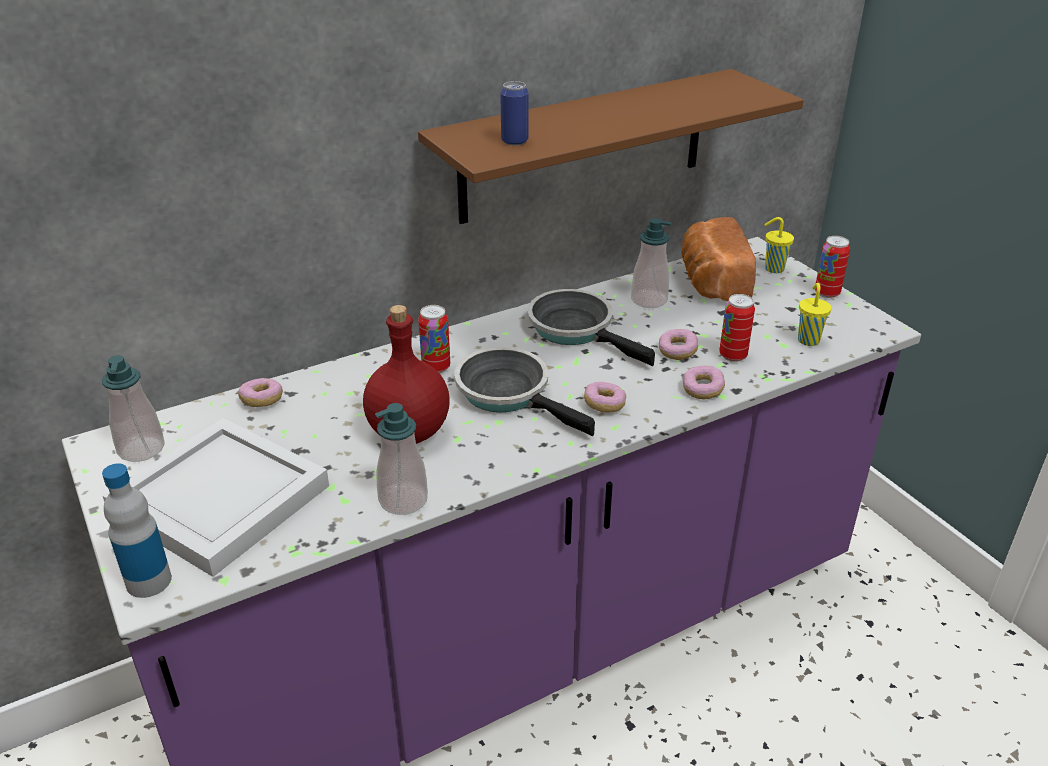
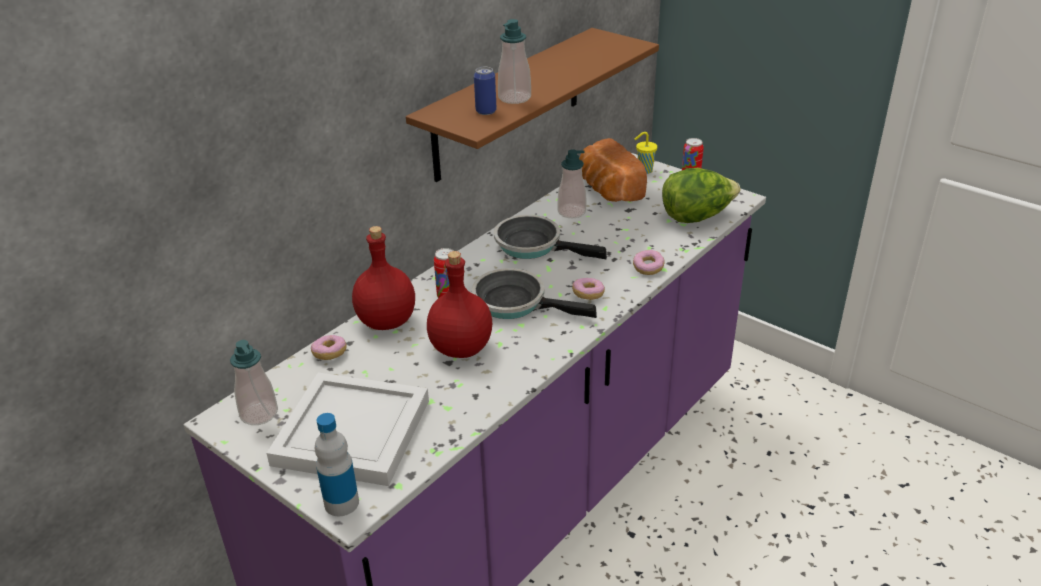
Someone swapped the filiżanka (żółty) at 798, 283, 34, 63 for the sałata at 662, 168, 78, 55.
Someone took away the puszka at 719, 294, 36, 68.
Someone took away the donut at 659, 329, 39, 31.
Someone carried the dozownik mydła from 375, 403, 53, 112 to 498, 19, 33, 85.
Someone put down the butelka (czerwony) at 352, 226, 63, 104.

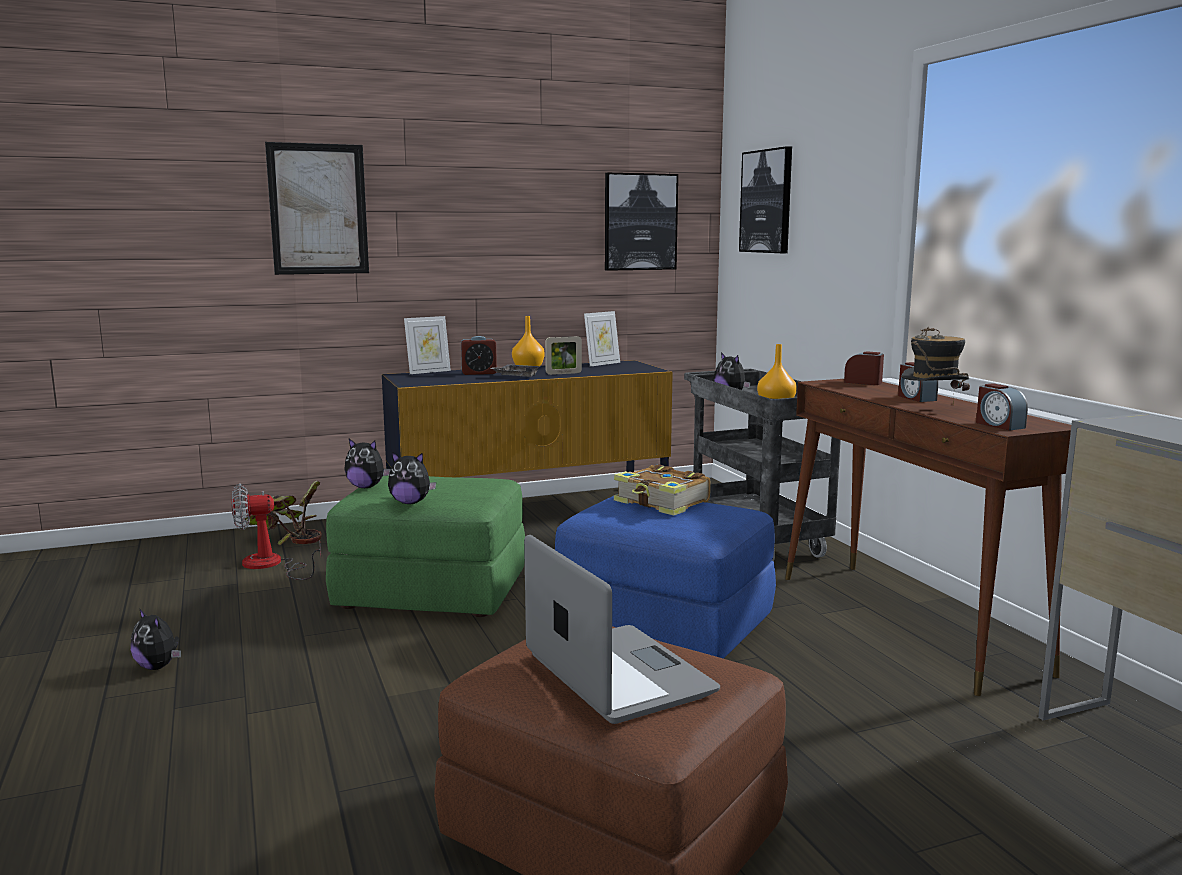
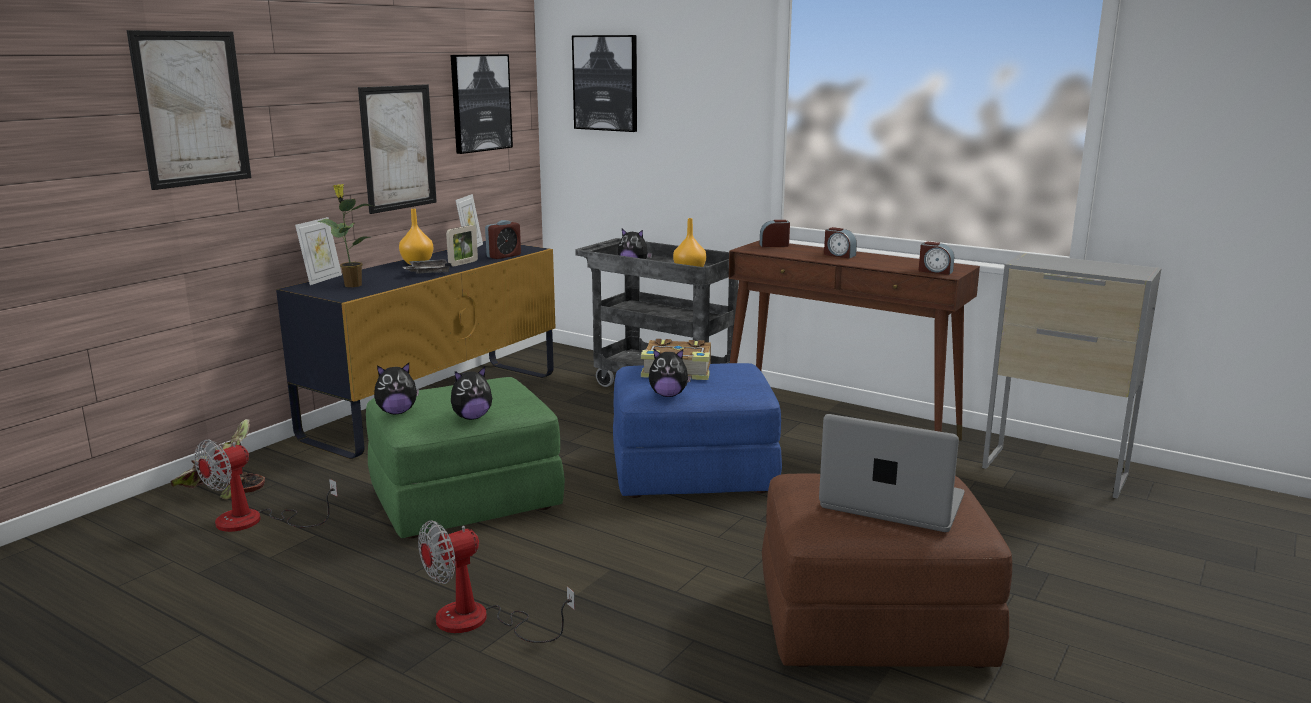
Someone took away the kapelusz at 902, 327, 68, 78.
Someone carried the budzik from 461, 336, 36, 39 to 485, 220, 36, 39.
Someone carried the pluszak from 131, 608, 50, 62 to 649, 349, 43, 48.
Someone put up the obraz at 358, 84, 79, 130.
Someone put down the roślina doniczkowa at 317, 184, 55, 103.
Someone put down the wentylator at 418, 520, 157, 123.

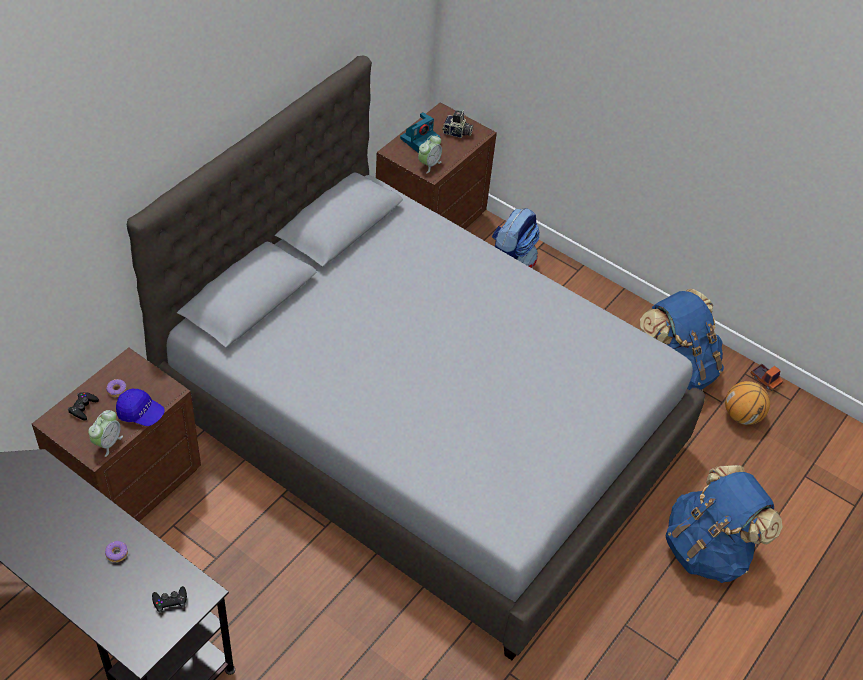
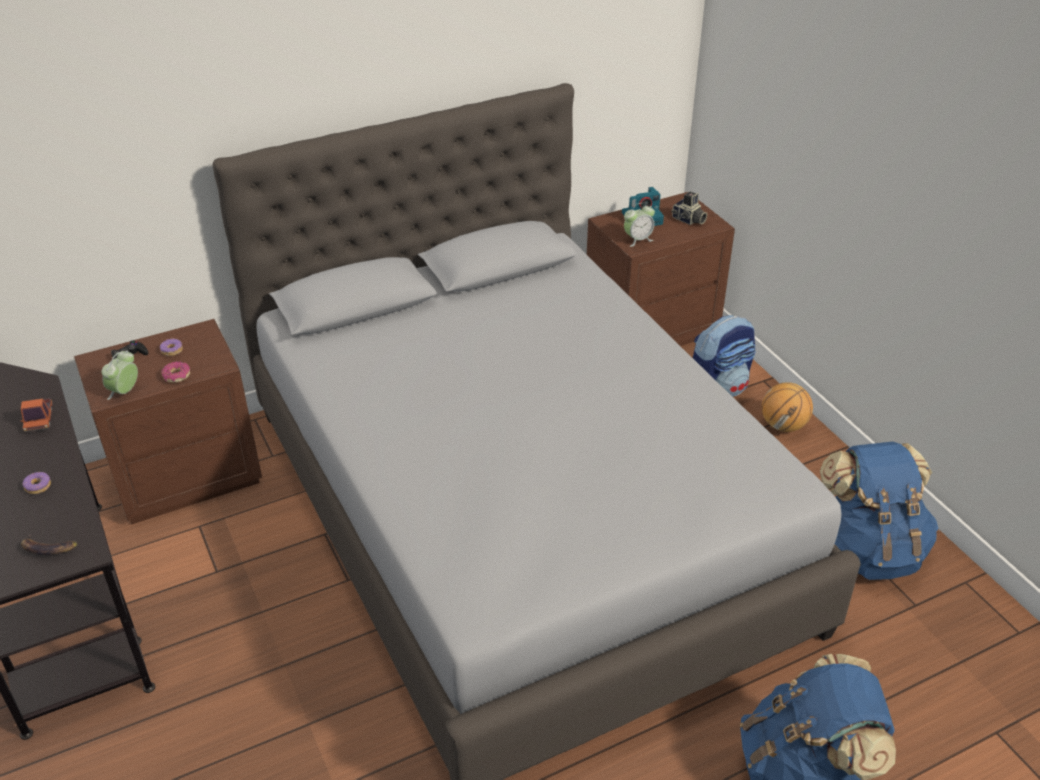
Someone carried the ciężarówka zabawkowa from 750, 364, 33, 27 to 20, 398, 33, 35.
Someone carried the piłka do koszykówki from 725, 381, 45, 44 to 762, 382, 51, 50.
Someone swapped the czapka z daszkiem (niebieski) at 116, 389, 49, 37 for the donut at 161, 361, 29, 22.
Someone rotated the budzik at 88, 410, 35, 47 by 150 degrees clockwise.
Someone swapped the pad do gier (czarny) at 152, 586, 35, 27 for the banan at 21, 534, 57, 21.

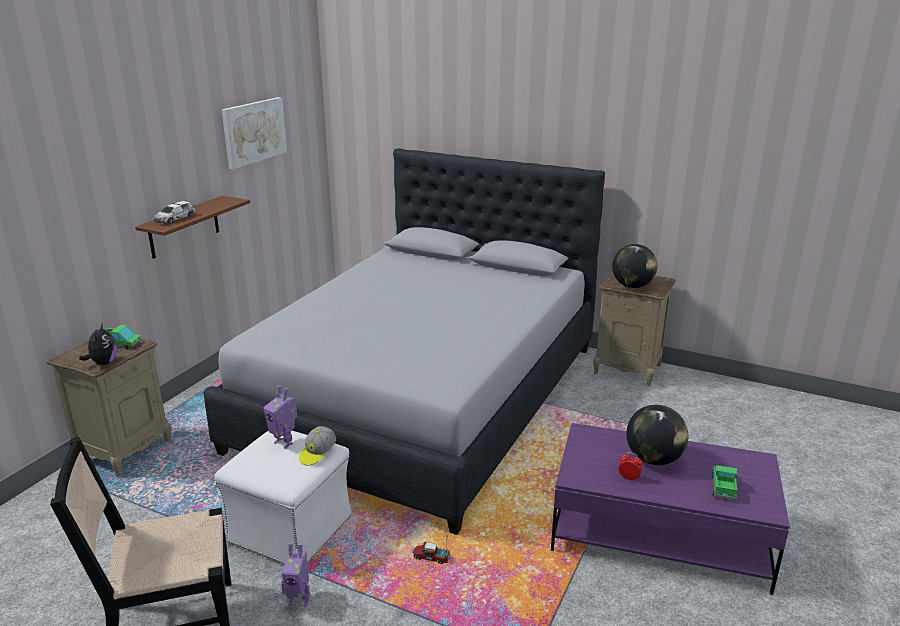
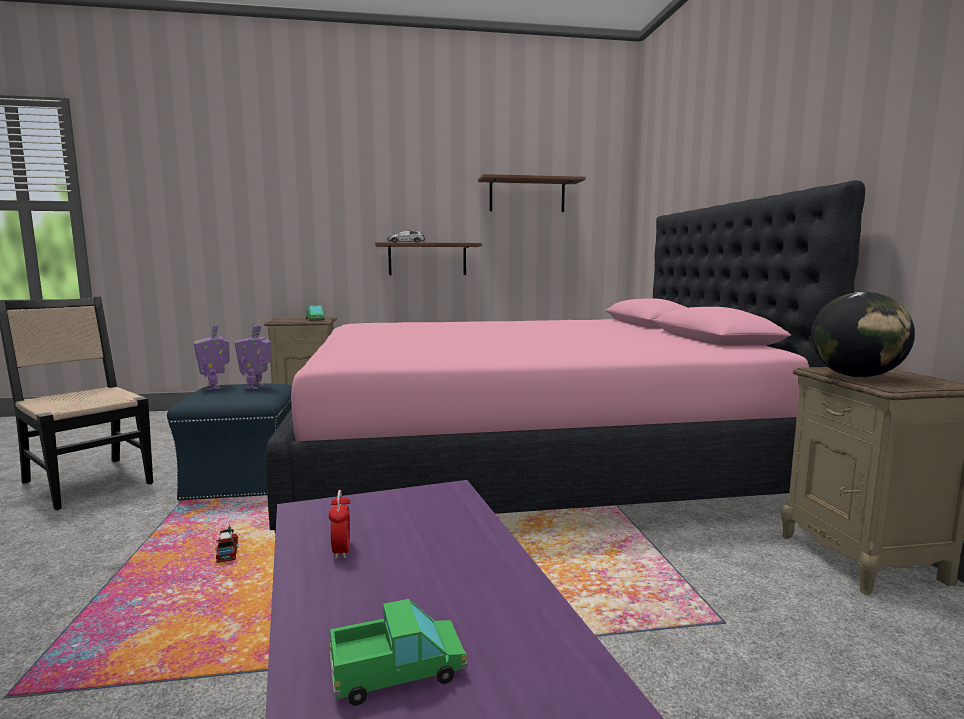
Someone swapped the obraz at 222, 97, 65, 72 for the półka (brązowy) at 478, 174, 108, 38.
Someone repainted the łóżko (szary) at 203, 148, 402, 387, which became the łóżko (różowy) at 265, 180, 600, 354.
Someone took away the pluszak at 79, 324, 38, 41.
Someone took away the globus at 626, 405, 62, 60.
Someone took away the czapka z daszkiem at 299, 426, 37, 40.
Someone repainted the pufa (biały) at 214, 430, 138, 134, which became the pufa (niebieski) at 167, 384, 125, 117.
Someone carried the robot zabawkowy from 281, 543, 29, 64 to 193, 325, 37, 65.

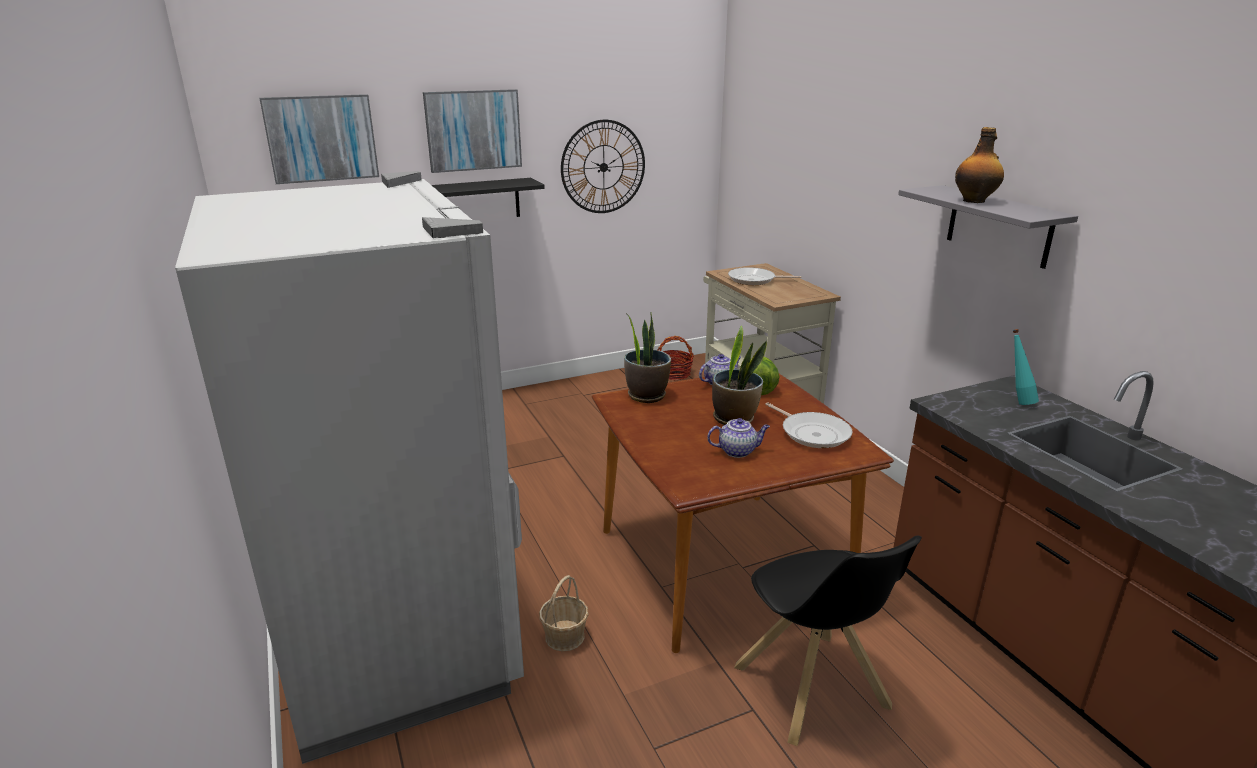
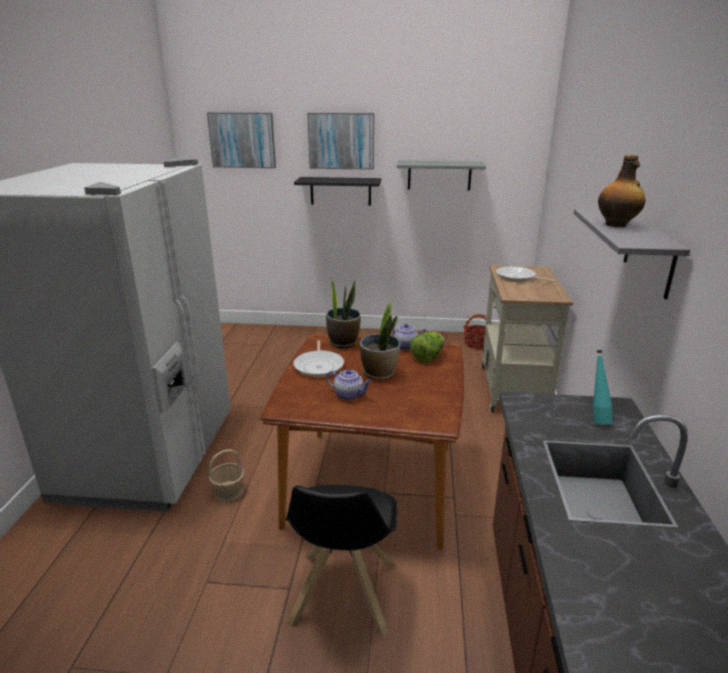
Someone swapped the zegar ścienny at 561, 120, 84, 93 for the półka (szary) at 397, 161, 89, 29.
Someone carried the patelnia from 765, 402, 87, 46 to 293, 340, 51, 37.

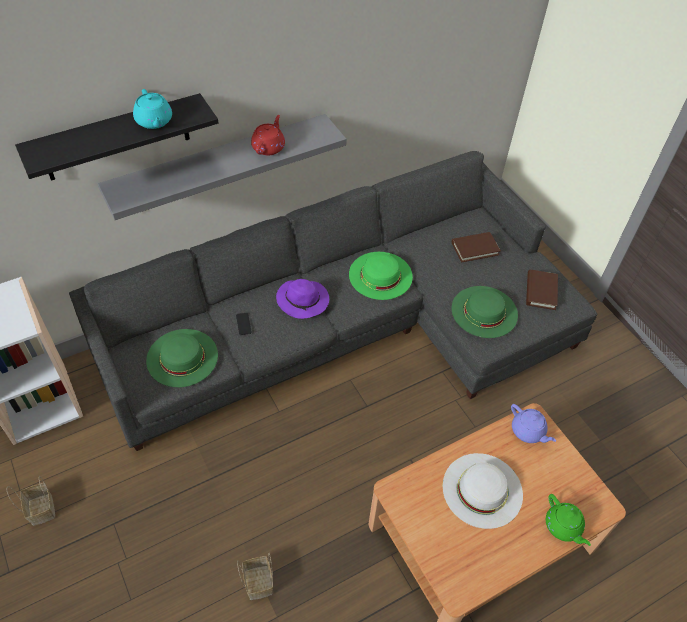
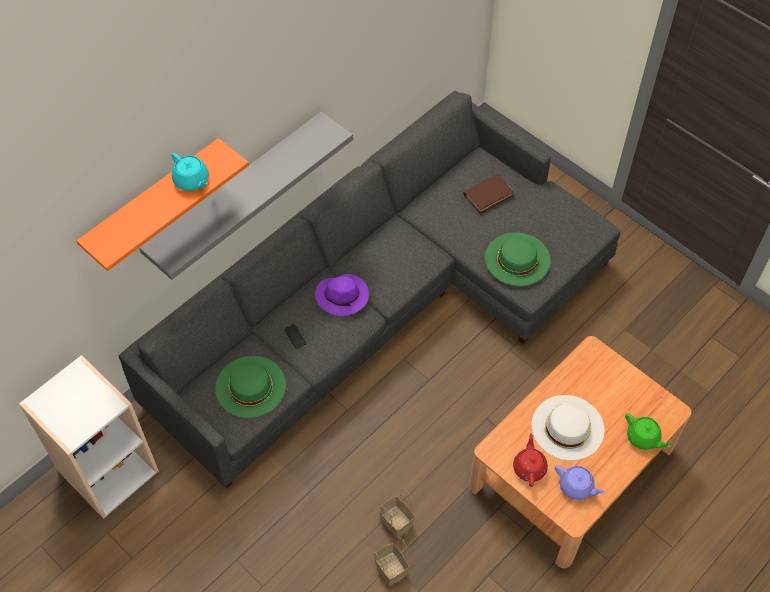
Someone repainted the półka (czarny) at 15, 93, 203, 88, which became the półka (pomarańczowy) at 76, 138, 173, 133.
Someone carried the imbryk (czerwony) from 251, 115, 34, 40 to 513, 433, 35, 54.
Someone took away the kapelusz (zielony) at 349, 252, 64, 48.
Someone took away the książka (brązowy) at 526, 269, 32, 41.
Someone carried the imbryk (fioletowy) from 511, 404, 45, 39 to 555, 465, 51, 35.
Someone carried the koszyk from 6, 476, 49, 50 to 379, 489, 36, 49.

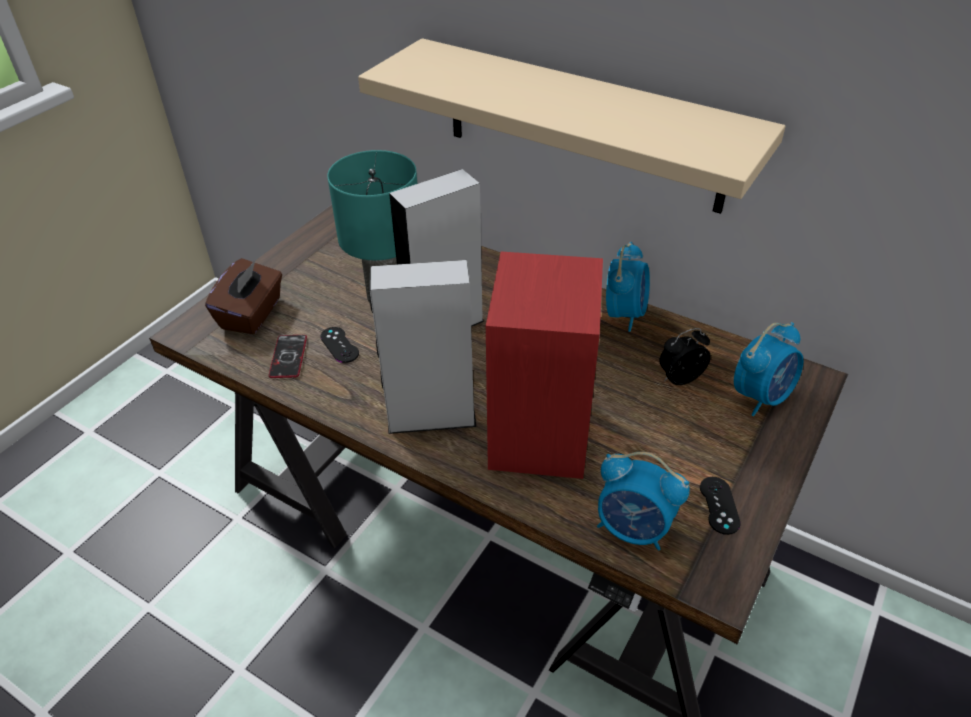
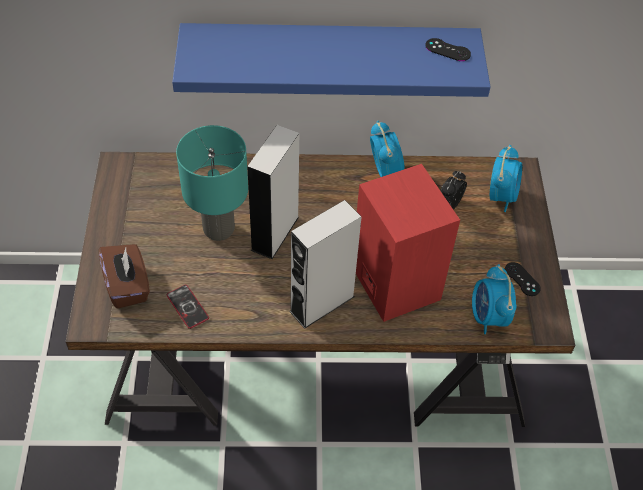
Someone repainted the półka (beżowy) at 358, 38, 428, 176, which became the półka (niebieski) at 172, 23, 318, 74.
Someone carried the pad do gier (czarny) from 320, 327, 39, 36 to 425, 38, 46, 23.
Someone rotated the budzik at 597, 452, 93, 98 by 90 degrees clockwise.

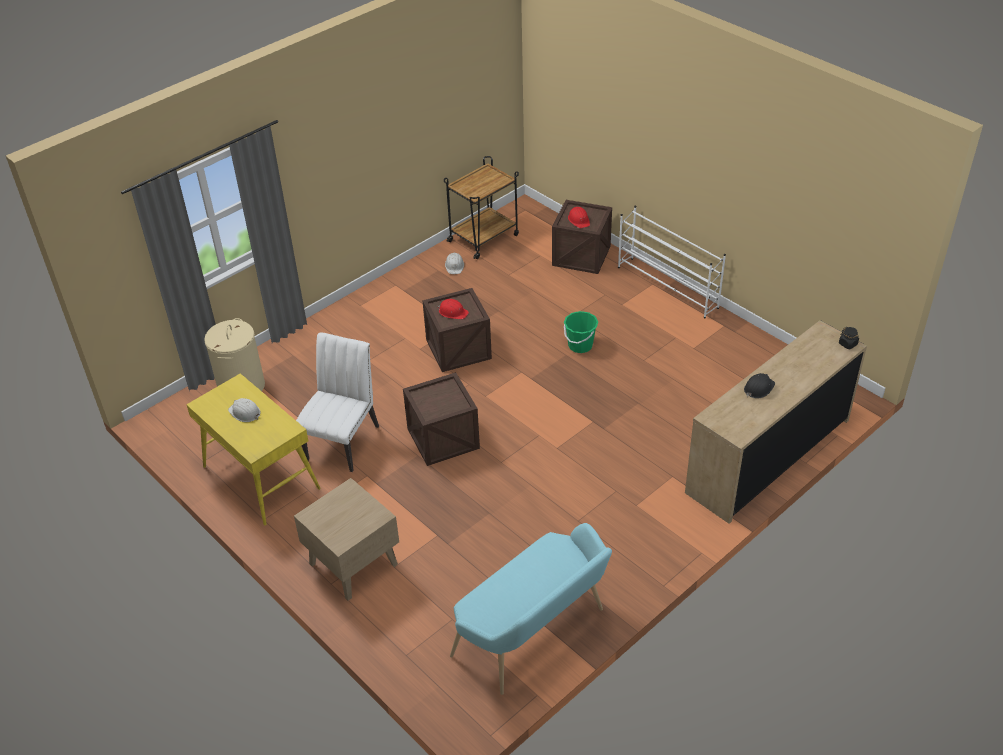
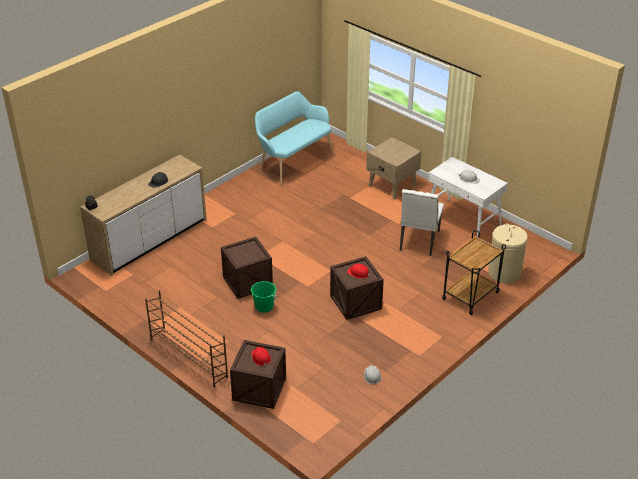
Someone carried the wózek (brązowy) from 444, 156, 75, 103 to 442, 230, 64, 85.
Someone repainted the regał na buty (biały) at 618, 206, 108, 112, which became the regał na buty (brązowy) at 145, 290, 83, 97.
Someone carried the skrzynka from 403, 372, 77, 94 to 221, 237, 52, 62.
Someone repainted the biurko (żółty) at 186, 373, 135, 152, which became the biurko (biały) at 428, 157, 80, 80.

